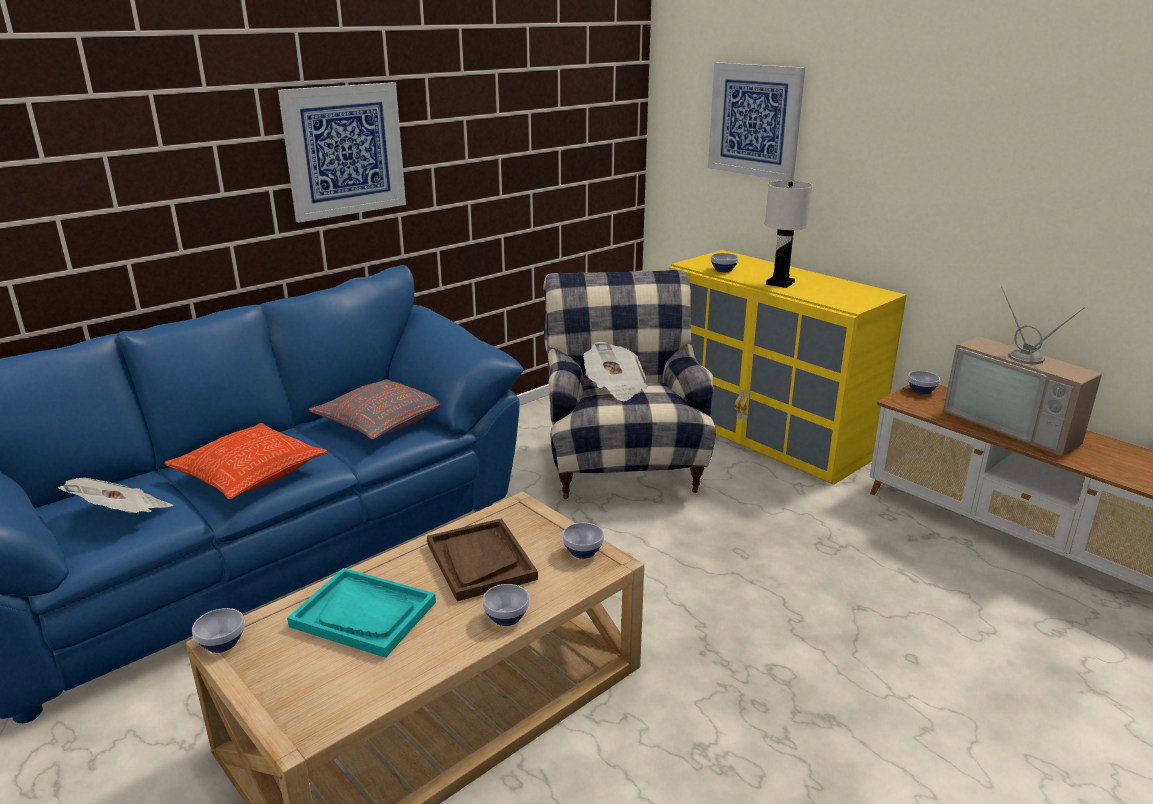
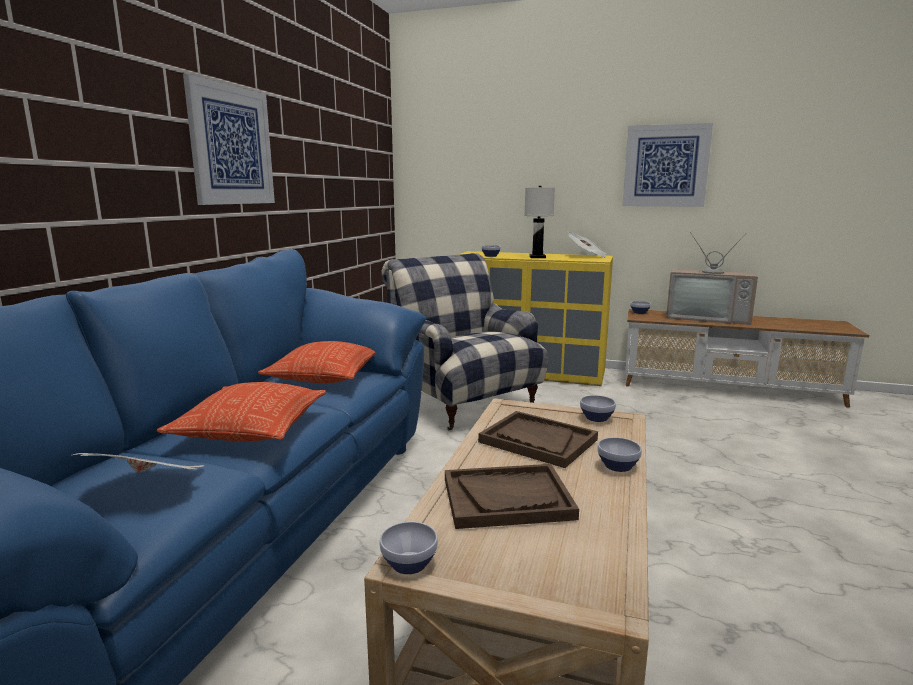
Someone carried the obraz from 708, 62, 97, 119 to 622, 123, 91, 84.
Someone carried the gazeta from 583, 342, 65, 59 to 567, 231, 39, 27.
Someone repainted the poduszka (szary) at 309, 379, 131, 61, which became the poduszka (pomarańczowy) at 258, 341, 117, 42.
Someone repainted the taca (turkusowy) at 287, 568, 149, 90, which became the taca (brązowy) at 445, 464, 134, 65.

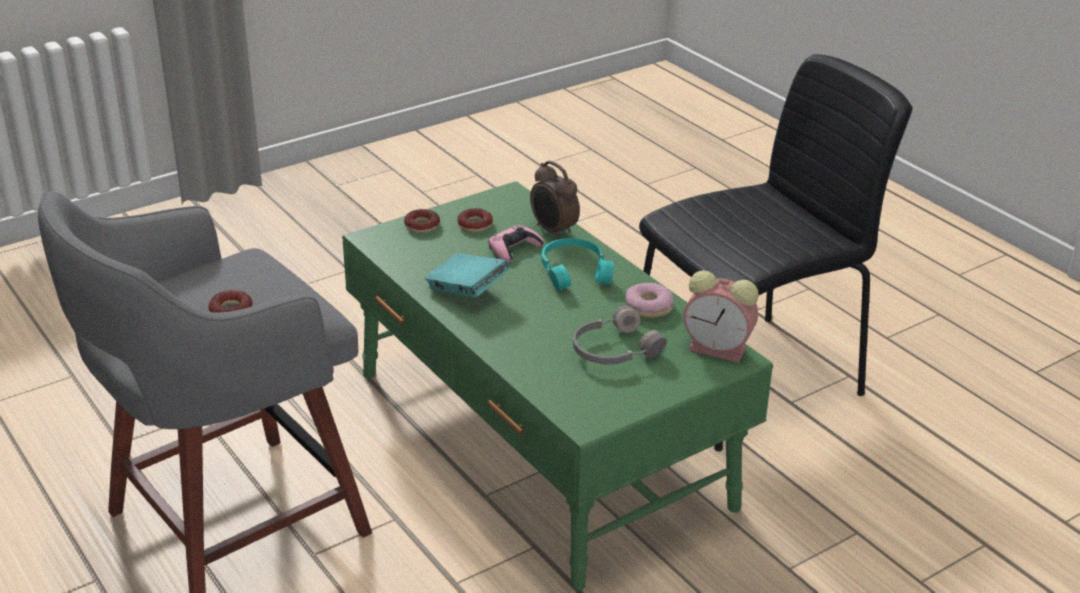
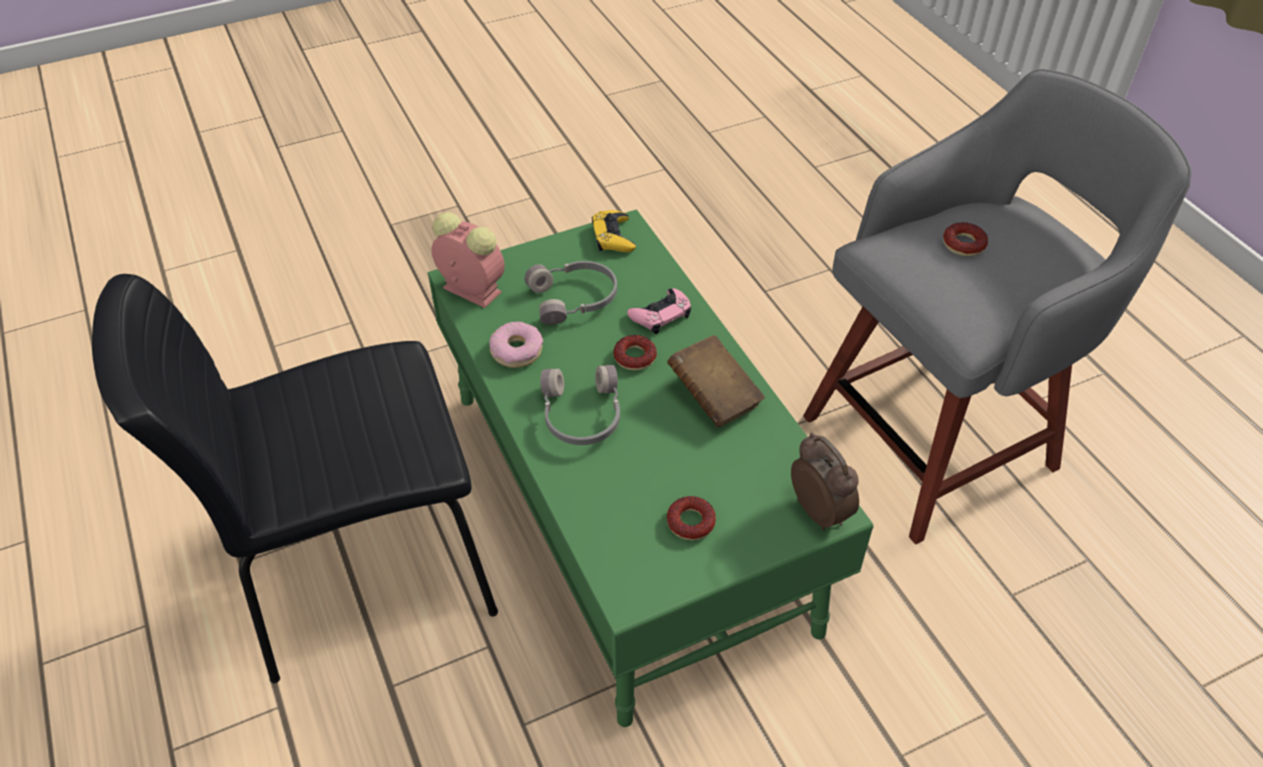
Someone carried the budzik from 530, 161, 50, 79 to 791, 433, 68, 98.
Someone carried the donut from 404, 209, 36, 24 to 613, 335, 44, 35.
Someone carried the pad do gier (różowy) from 488, 225, 56, 37 to 627, 288, 64, 46.
Someone repainted the słuchawki (turkusowy) at 541, 238, 73, 53, which became the słuchawki (szary) at 540, 365, 80, 80.
Someone repainted the książka (turkusowy) at 424, 253, 85, 44, which became the książka (brązowy) at 667, 335, 98, 93.
Someone put down the pad do gier (żółty) at 592, 210, 44, 42.

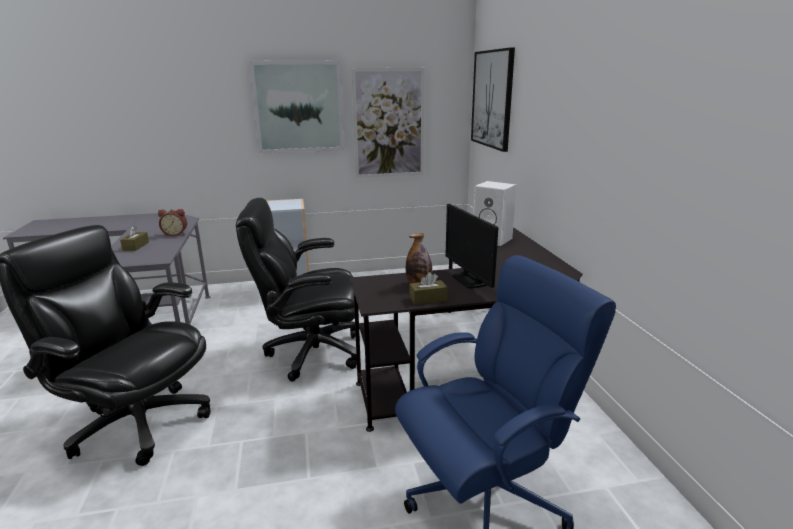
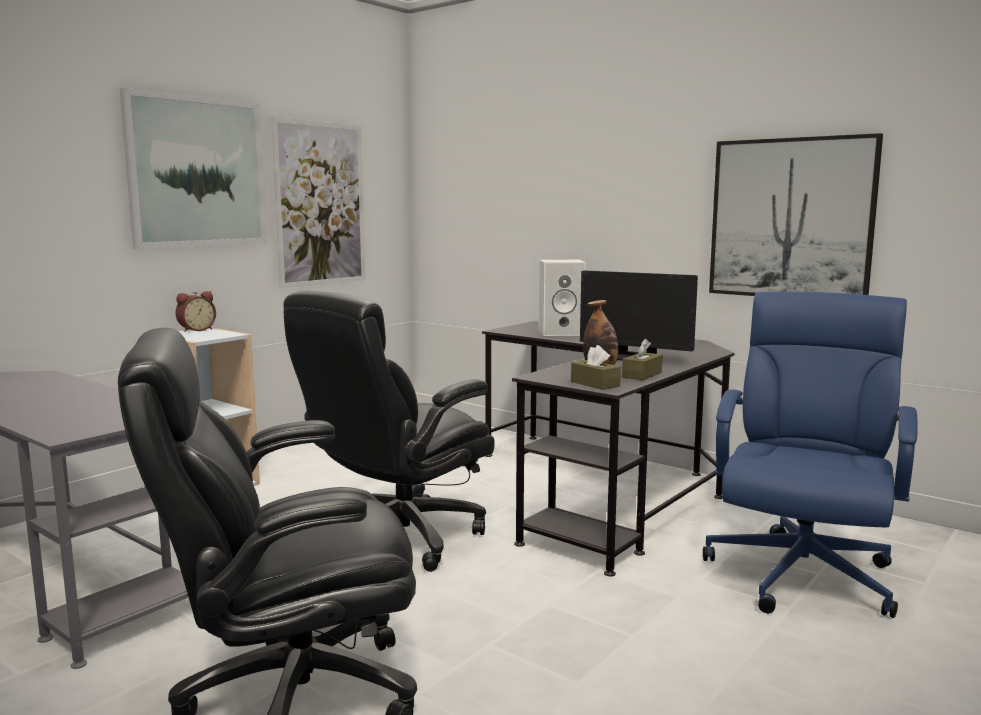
Someone carried the obraz from 471, 47, 44, 105 to 709, 133, 174, 163.
Someone carried the budzik from 158, 209, 29, 27 to 175, 291, 41, 41.
Someone carried the pudełko chusteczek (brązowy) from 120, 225, 29, 26 to 571, 345, 50, 45.

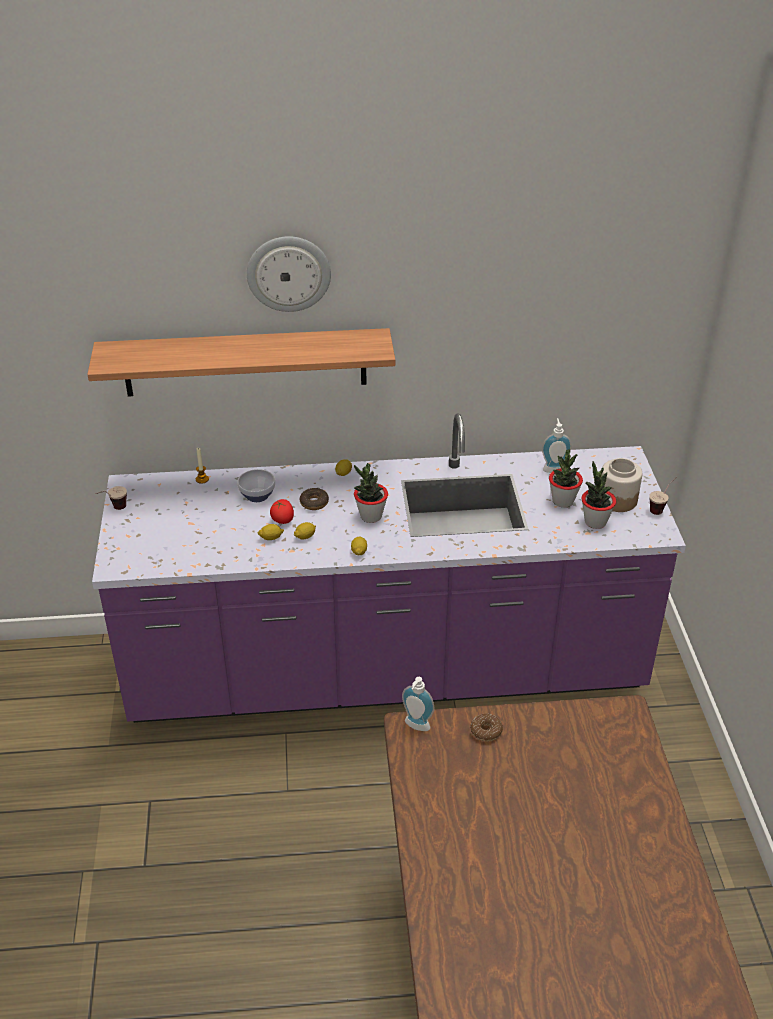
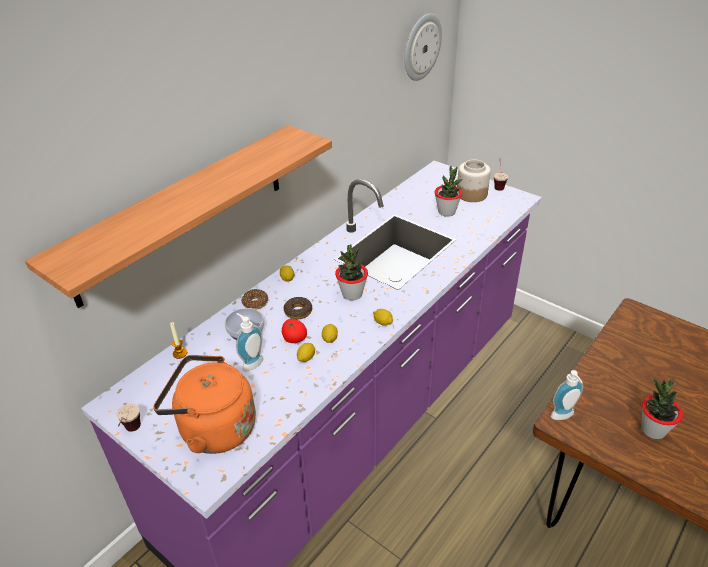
Someone carried the zegar ścienny from 247, 236, 84, 76 to 404, 13, 38, 68.
Someone carried the dozownik mydła from 542, 418, 30, 55 to 236, 313, 27, 59.
Someone carried the roślina doniczkowa from 581, 461, 36, 68 to 641, 379, 42, 60.
Someone carried the donut from 470, 713, 33, 28 to 241, 289, 27, 21.
Someone put down the czajnik (pomarańczowy) at 154, 355, 102, 99.

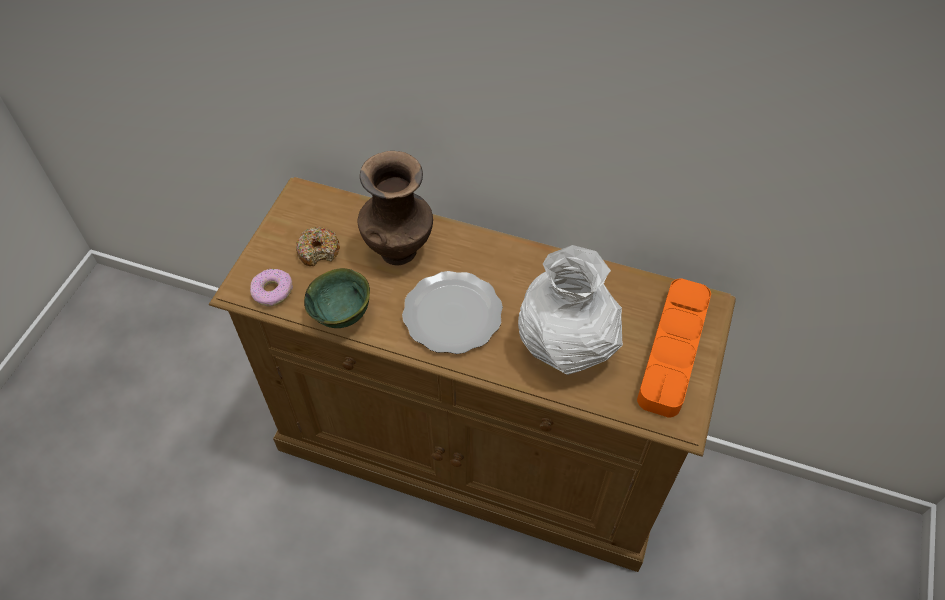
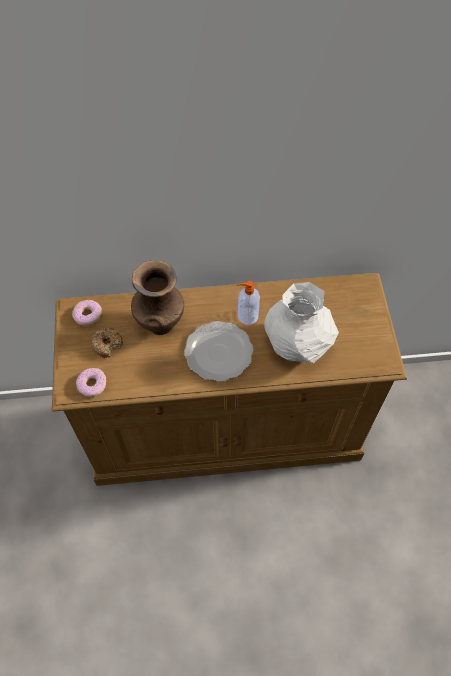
Someone took away the miska (zielony) at 304, 268, 66, 60.
Someone took away the taca (pomarańczowy) at 637, 278, 74, 139.
Someone put down the dozownik mydła at 237, 281, 23, 44.
Someone put down the donut at 72, 300, 30, 26.

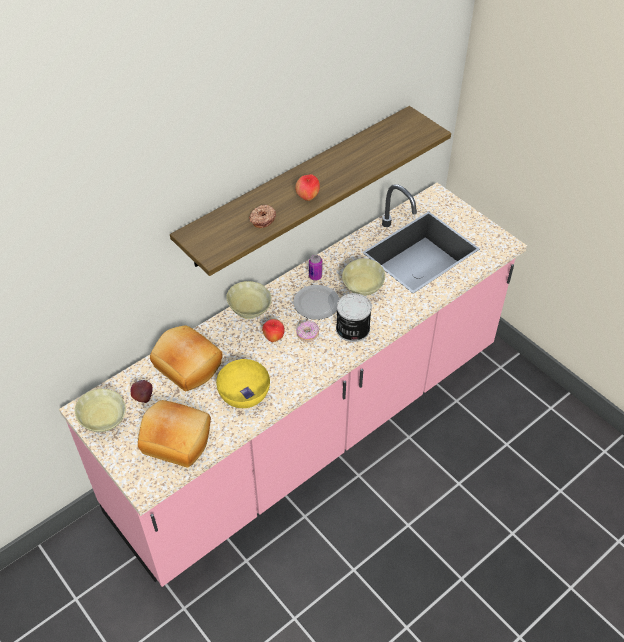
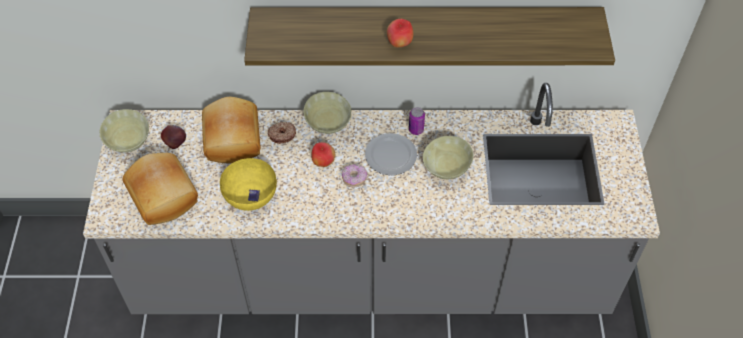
Someone repainted the zabudowa kuchenna (różowy) at 59, 183, 468, 404, which became the zabudowa kuchenna (szary) at 83, 83, 577, 231.
Someone carried the donut from 249, 205, 27, 23 to 267, 122, 29, 22.
Someone took away the puszka at 336, 293, 36, 49.

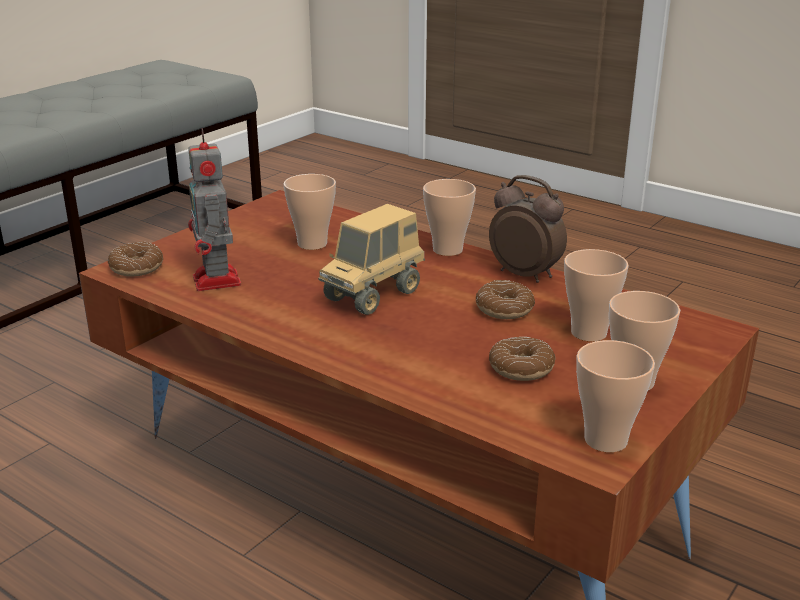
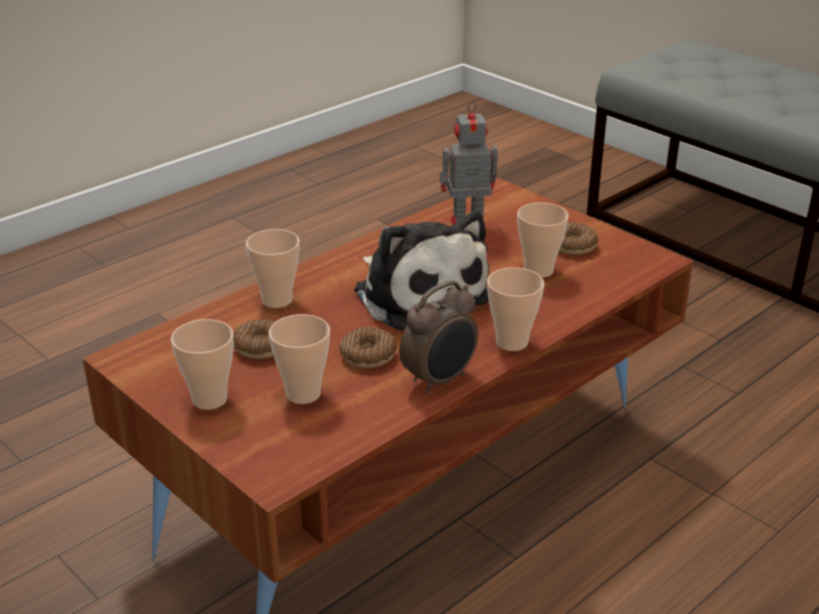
Someone swapped the ciężarówka zabawkowa at 318, 204, 107, 111 for the pluszak at 354, 211, 135, 120.
Someone carried the donut from 108, 242, 55, 35 to 559, 222, 39, 33.
Someone carried the filiżanka from 576, 340, 79, 112 to 246, 229, 54, 79.

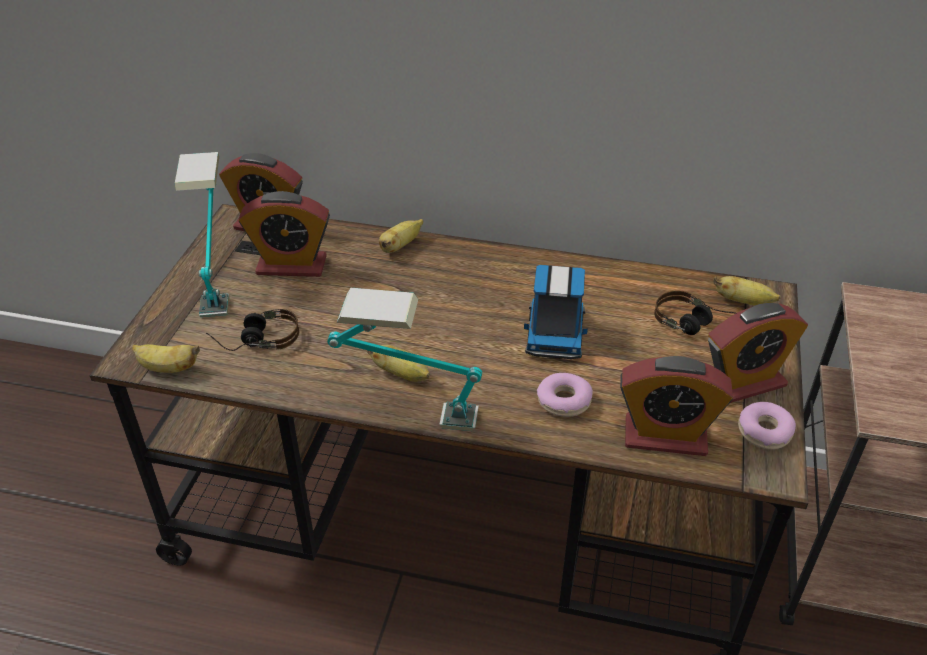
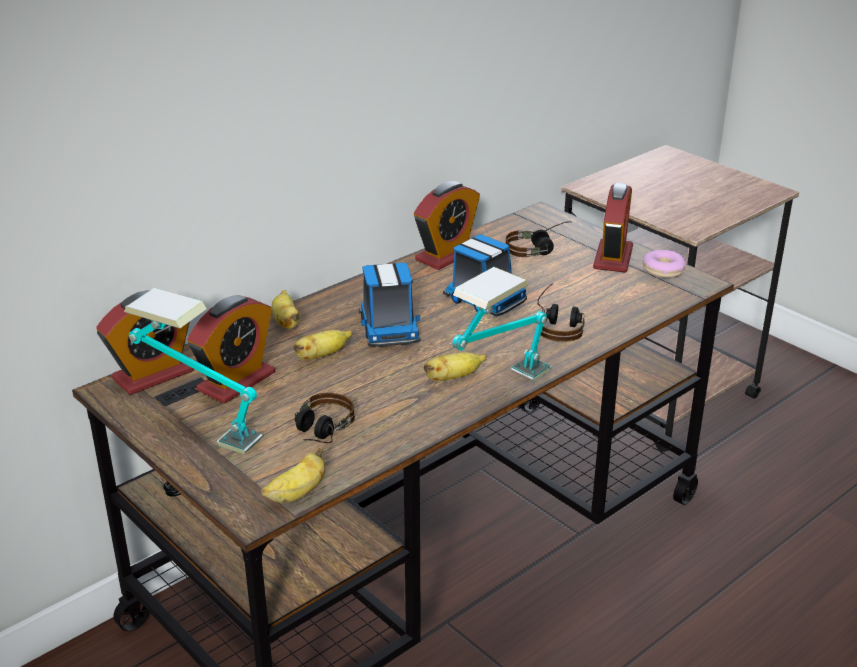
Someone carried the banan from 713, 276, 68, 30 to 293, 330, 59, 30.
Someone carried the budzik from 620, 356, 113, 100 to 414, 181, 66, 89.
Someone swapped the donut at 537, 373, 56, 44 for the słuchawki at 538, 283, 47, 59.
Someone put down the ciężarówka zabawkowa at 359, 263, 61, 84.

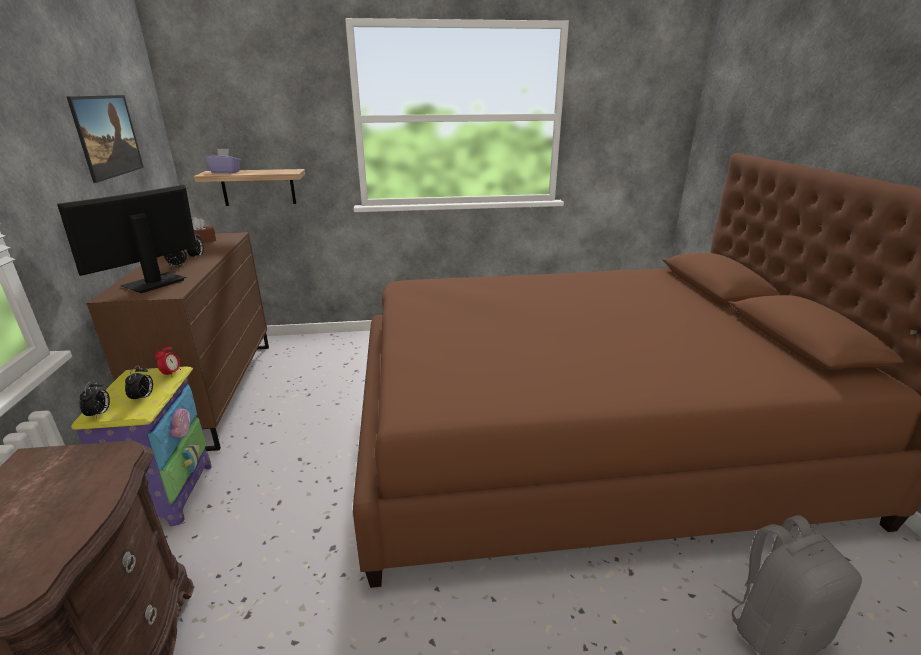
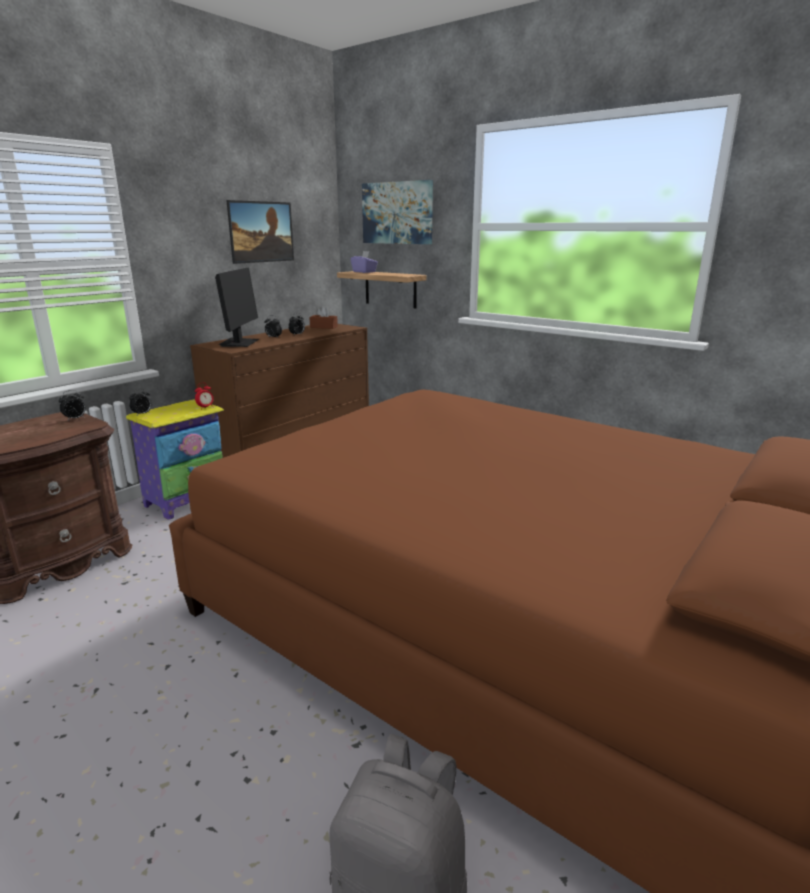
Someone rotated the monitor at 57, 185, 139, 108 by 105 degrees clockwise.
Someone carried the budzik from 125, 366, 28, 37 to 59, 390, 27, 30.
Someone put up the obraz at 362, 180, 71, 64.

